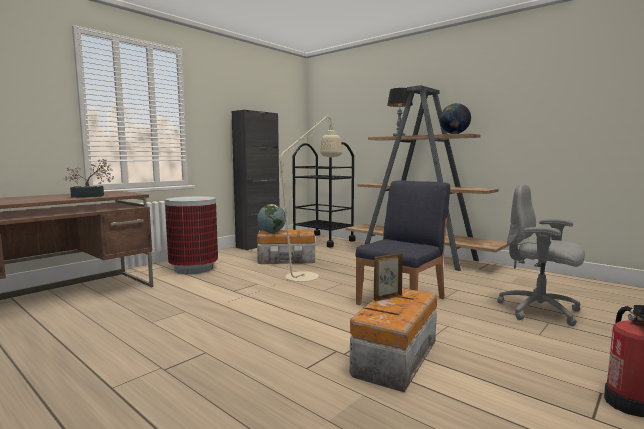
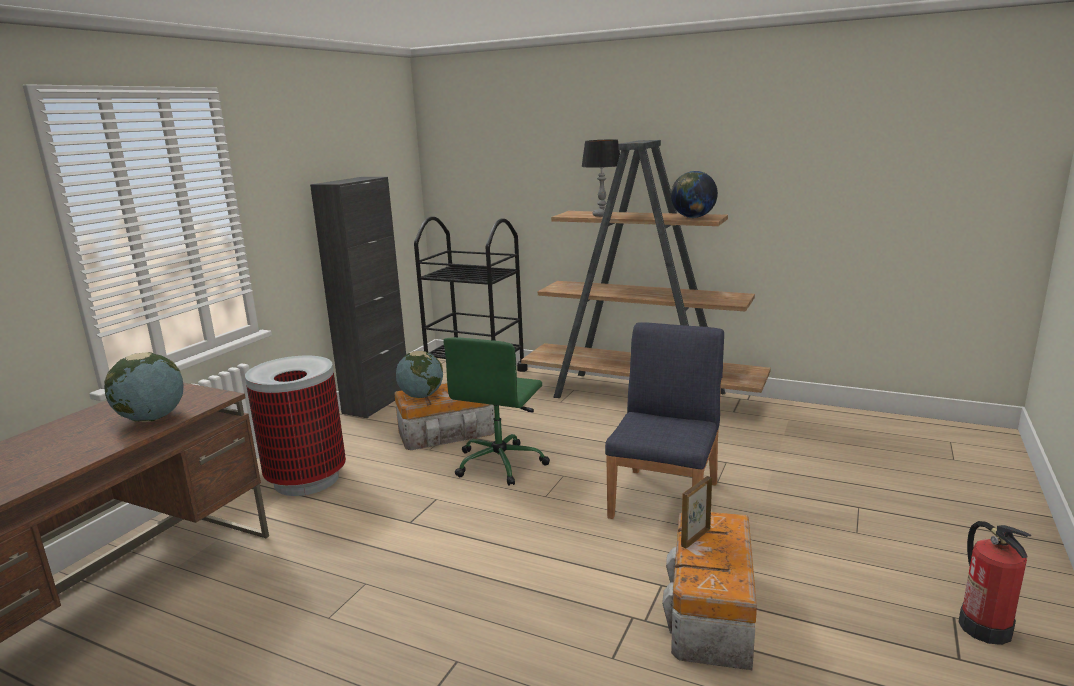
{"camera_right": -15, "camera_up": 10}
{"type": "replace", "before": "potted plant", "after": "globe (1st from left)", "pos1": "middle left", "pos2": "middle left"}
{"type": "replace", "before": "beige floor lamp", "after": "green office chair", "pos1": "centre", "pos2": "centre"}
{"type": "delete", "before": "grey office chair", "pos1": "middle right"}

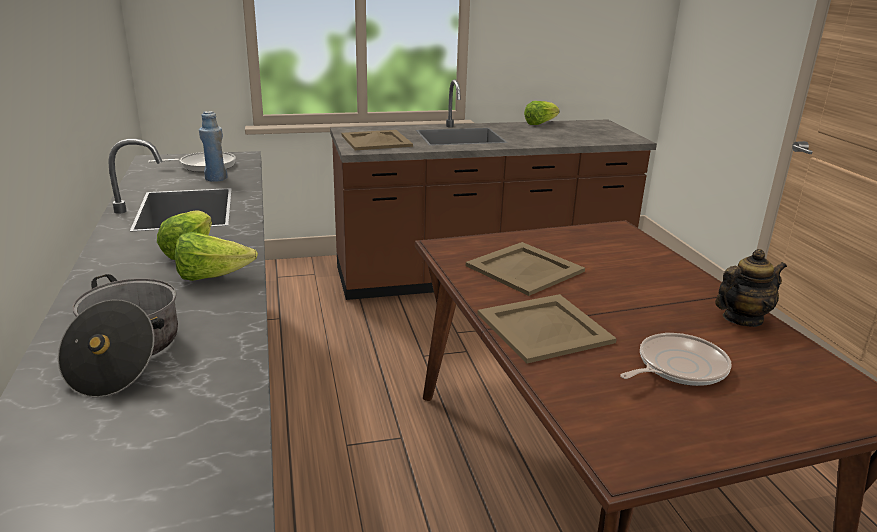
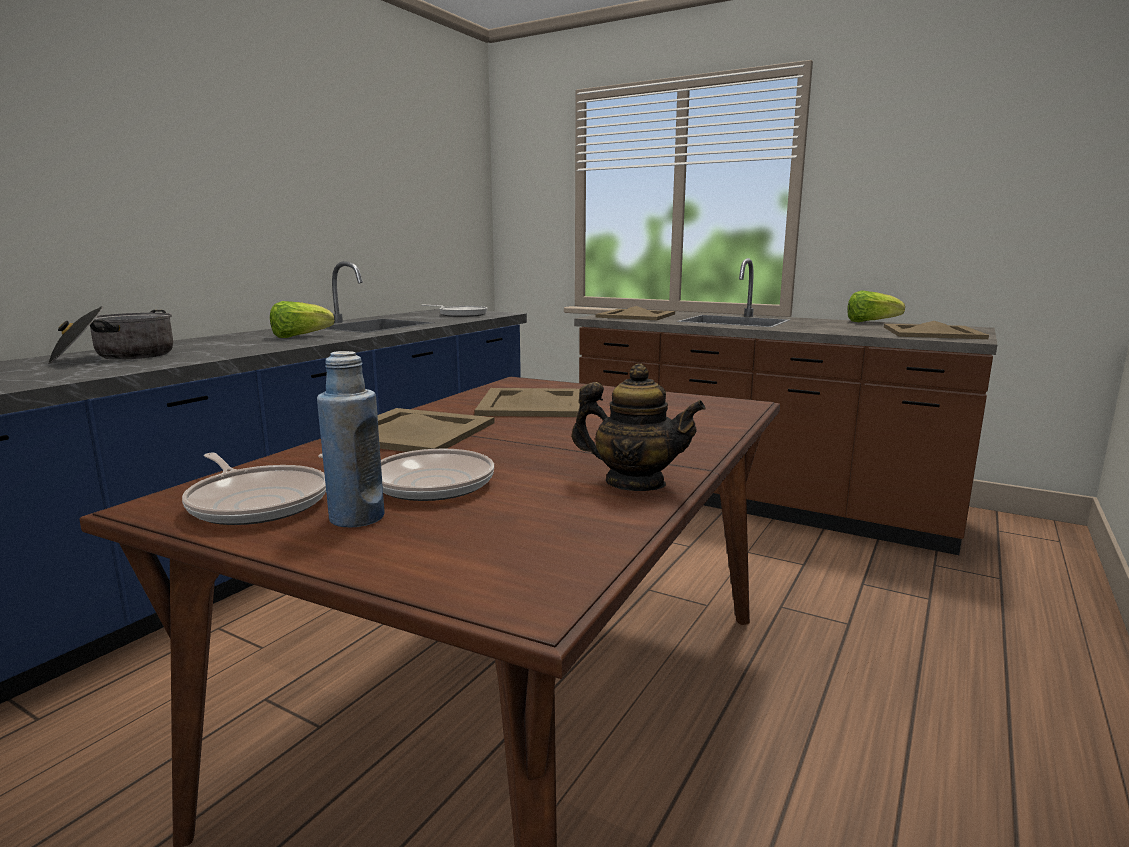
{"camera_right": 45, "camera_up": -10}
{"type": "delete", "before": "lettuce (2nd from left)", "pos1": "middle left"}
{"type": "move", "before": "blue bottle", "pos1": "top left", "pos2": "middle left"}
{"type": "insert", "after": "frying pan (1st from left)", "pos2": "middle left"}
{"type": "insert", "after": "beige tray (4th from left)", "pos2": "middle right"}

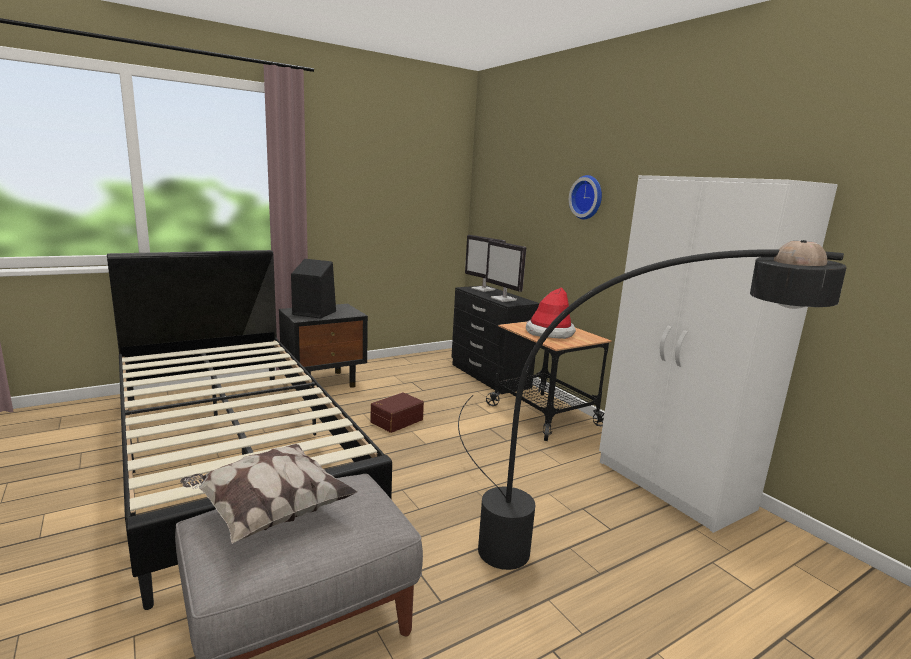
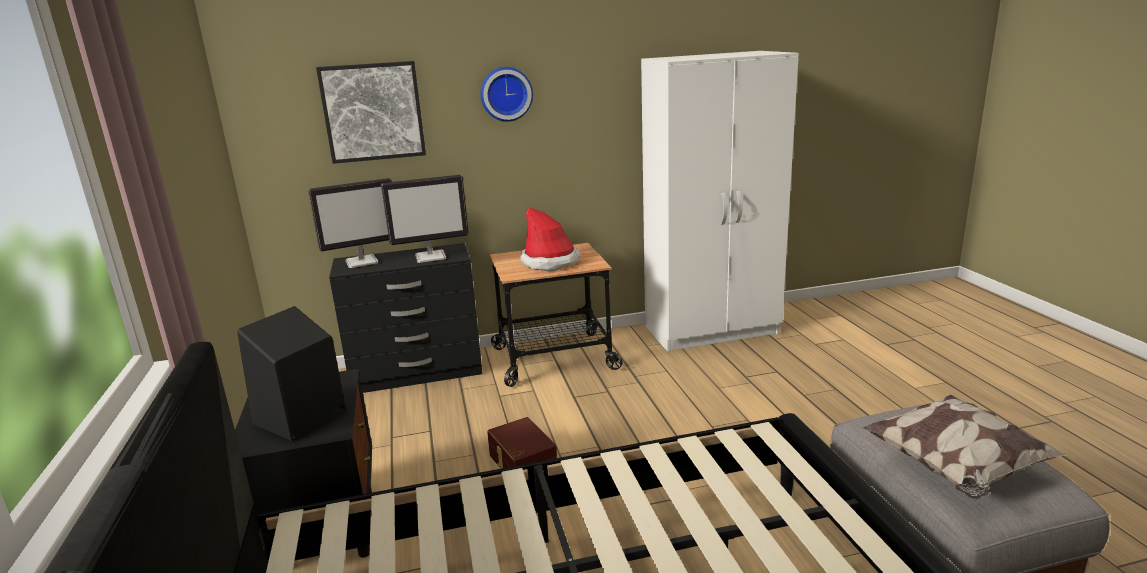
{"camera_right": -70, "camera_up": 5}
{"type": "delete", "before": "black floor lamp", "pos1": "middle right"}
{"type": "insert", "after": "picture", "pos2": "top left"}

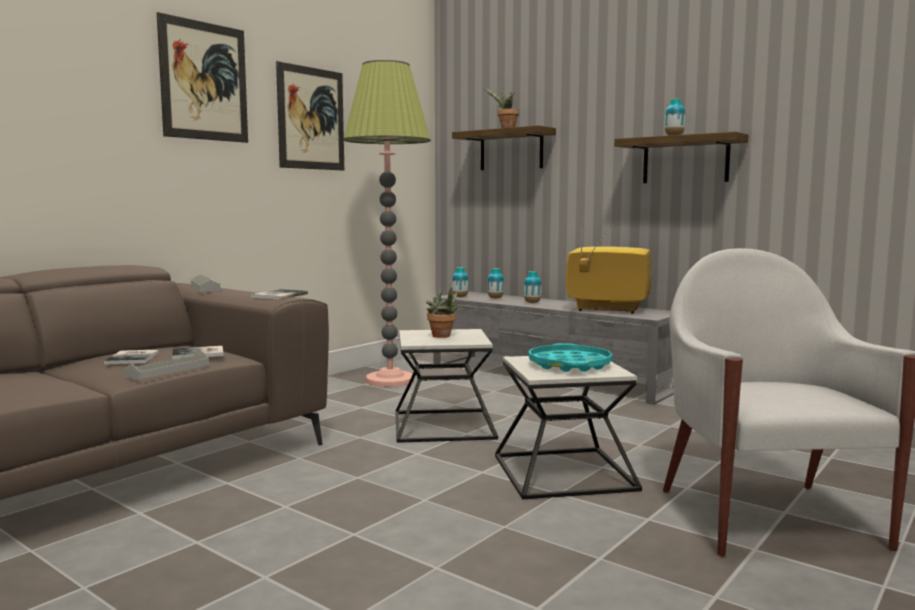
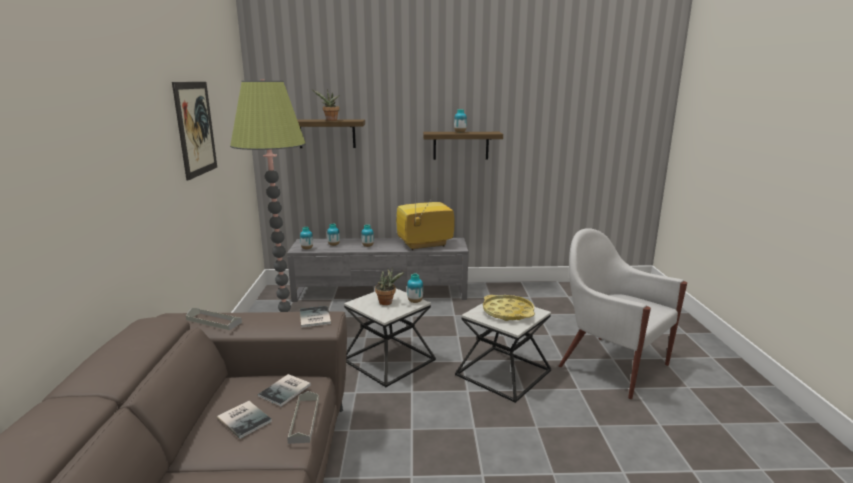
{"camera_right": -40, "camera_up": 10}
{"type": "delete", "before": "picture (1st from left)", "pos1": "top left"}
{"type": "recolor", "before": "turquoise tray", "after": "yellow tray", "pos1": "centre", "pos2": "centre"}
{"type": "insert", "after": "vase (4th from left)", "pos2": "centre"}

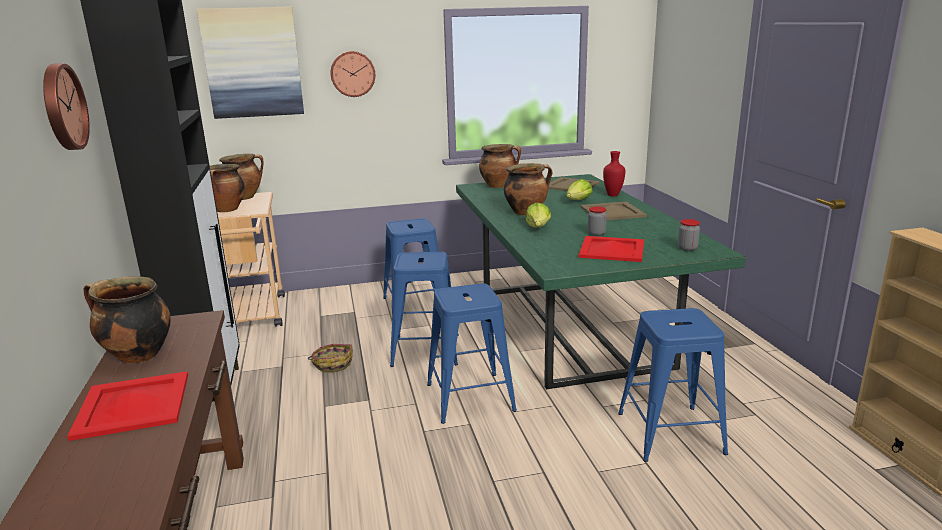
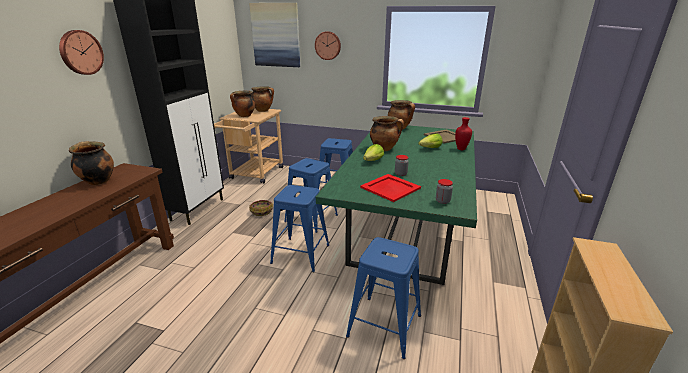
{"camera_right": 30, "camera_up": 5}
{"type": "delete", "before": "red tray (1st from left)", "pos1": "bottom left"}
{"type": "delete", "before": "beige tray (2nd from left)", "pos1": "centre"}

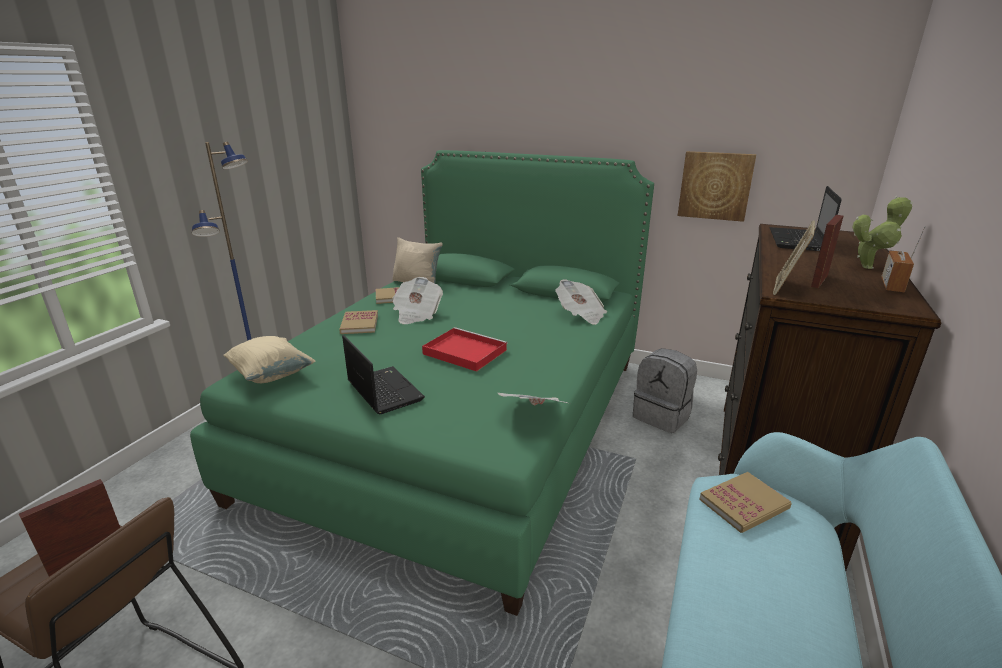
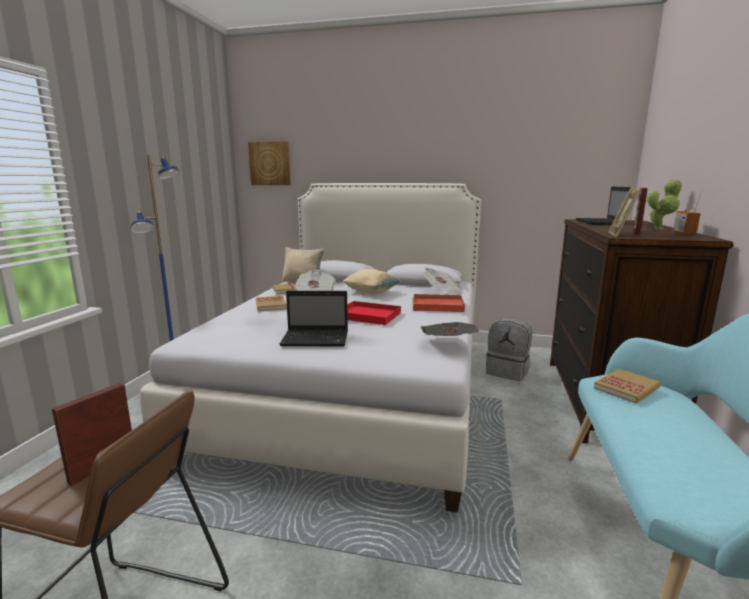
{"camera_right": -10, "camera_up": -10}
{"type": "recolor", "before": "green bed", "after": "white bed", "pos1": "centre", "pos2": "centre"}
{"type": "move", "before": "beige pillow (1st from left in the first image)", "after": "beige pillow (2nd from left)", "pos1": "middle left", "pos2": "centre"}
{"type": "rotate", "before": "laptop (1st from left)", "pos1": "centre", "pos2": "centre", "turn": 135}
{"type": "move", "before": "picture", "pos1": "top right", "pos2": "top centre"}
{"type": "insert", "after": "red tray (2nd from left)", "pos2": "centre"}

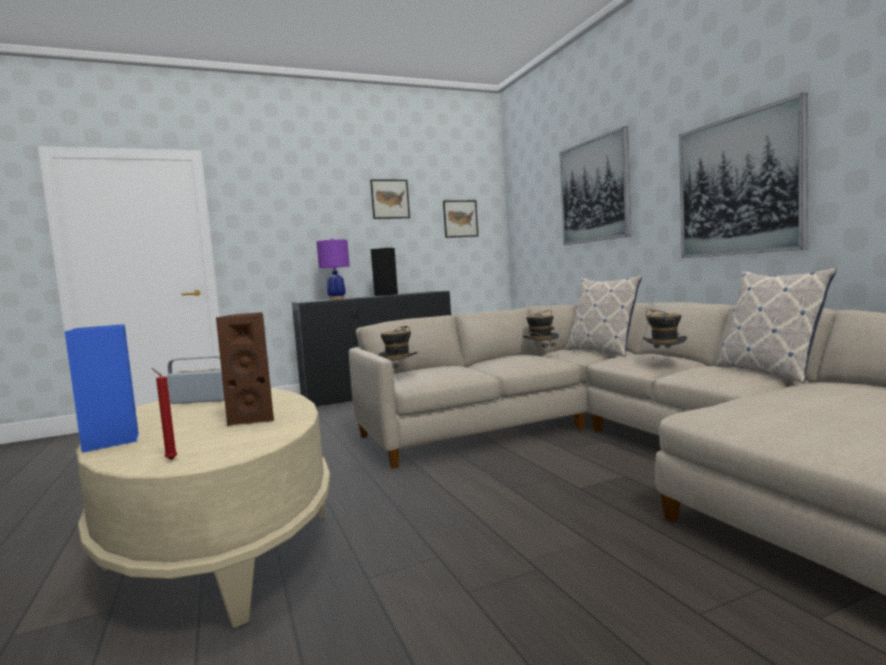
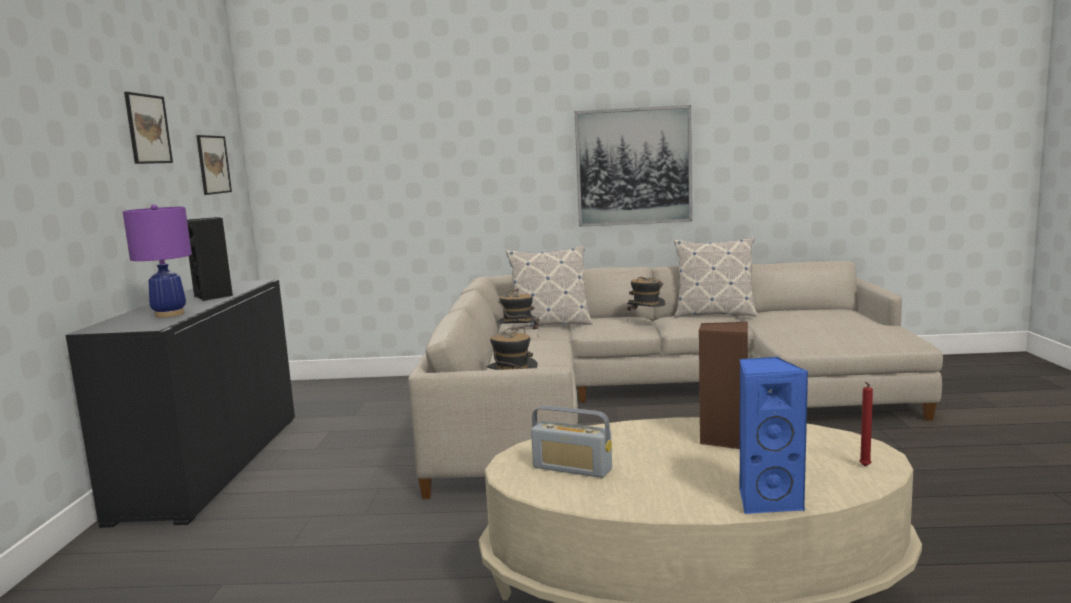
{"camera_right": -65, "camera_up": 5}
{"type": "rotate", "before": "radio", "pos1": "middle left", "pos2": "bottom centre", "turn": -90}
{"type": "delete", "before": "picture (3rd from left)", "pos1": "top right"}

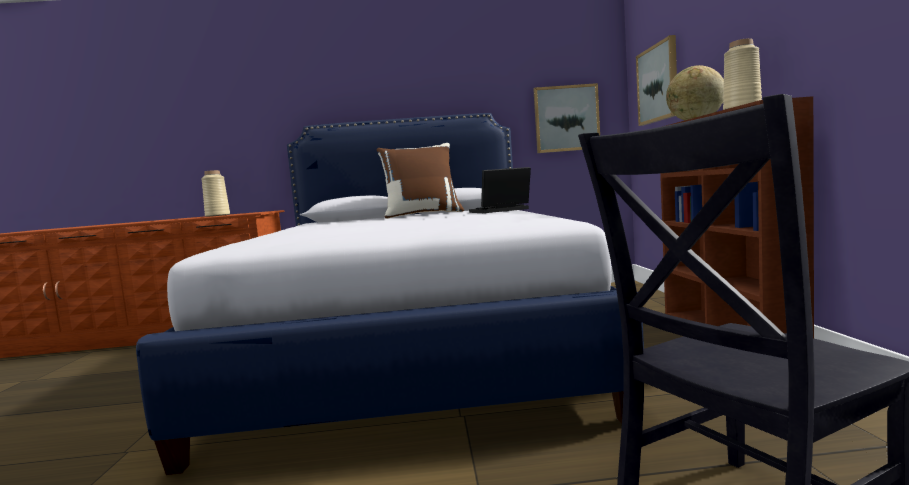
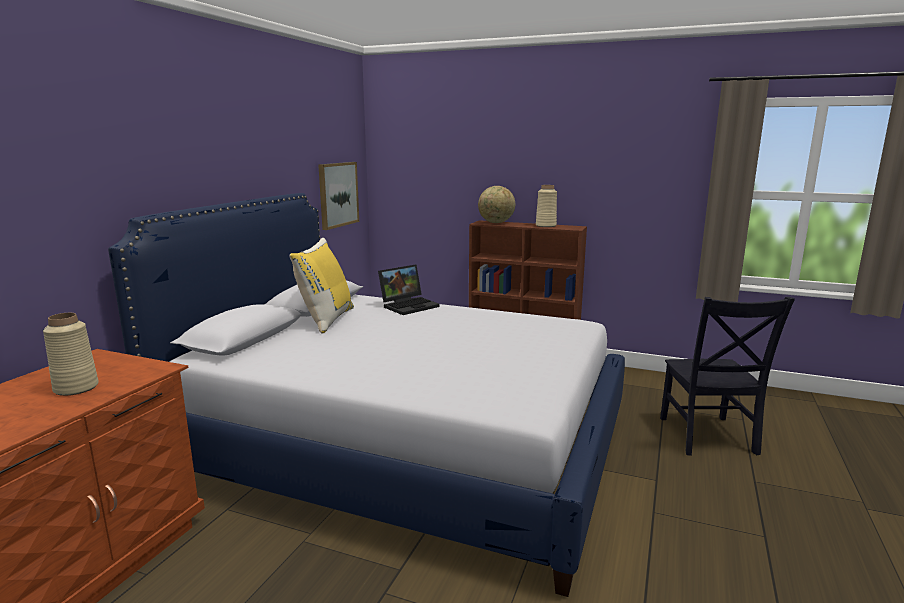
{"camera_right": -65, "camera_up": 10}
{"type": "recolor", "before": "brown pillow", "after": "yellow pillow", "pos1": "centre", "pos2": "centre"}
{"type": "rotate", "before": "laptop", "pos1": "centre", "pos2": "centre", "turn": -135}
{"type": "delete", "before": "picture (2nd from left)", "pos1": "top right"}

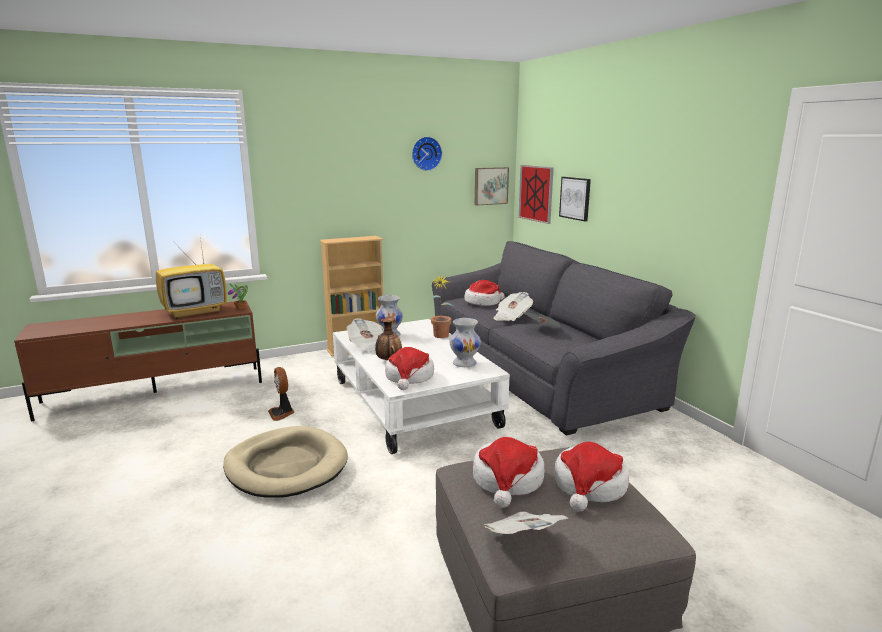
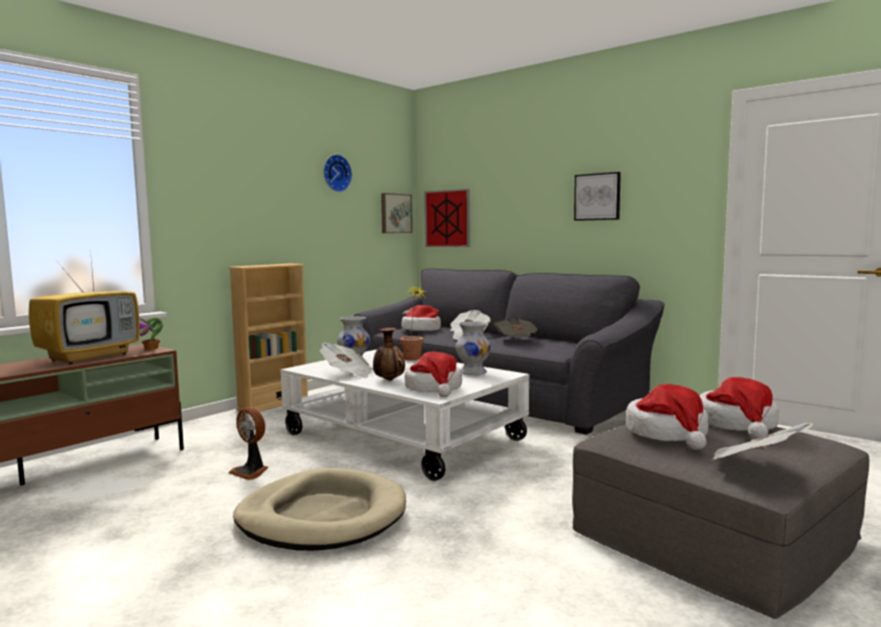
{"camera_right": -25, "camera_up": -10}
{"type": "move", "before": "picture (3rd from left)", "pos1": "top centre", "pos2": "top right"}

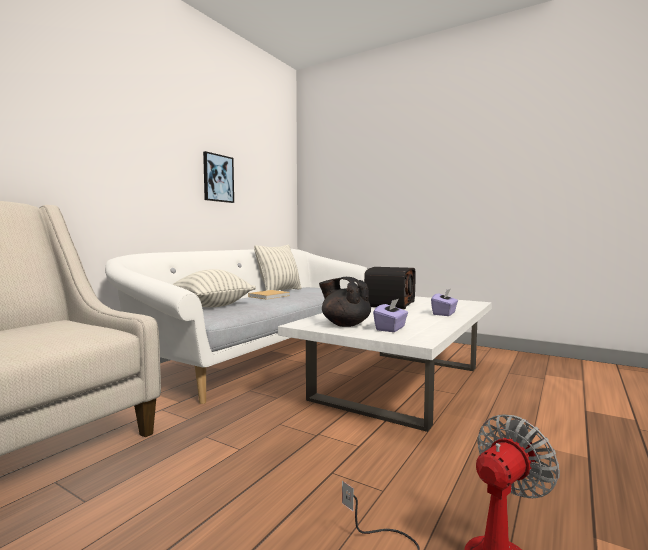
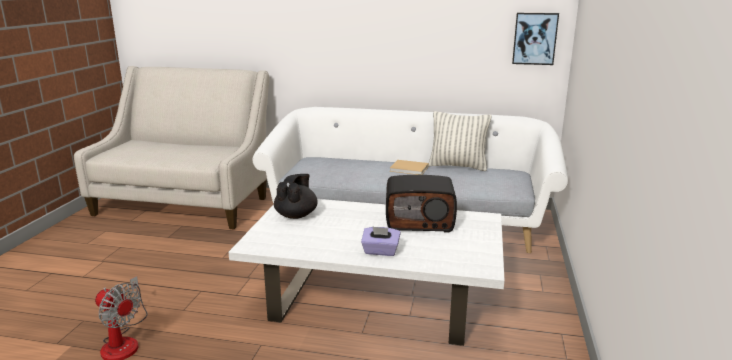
{"camera_right": 70, "camera_up": 15}
{"type": "delete", "before": "pillow (1st from left)", "pos1": "middle left"}
{"type": "move", "before": "picture", "pos1": "top centre", "pos2": "top right"}
{"type": "delete", "before": "purple tissue box (1st from left)", "pos1": "centre"}

